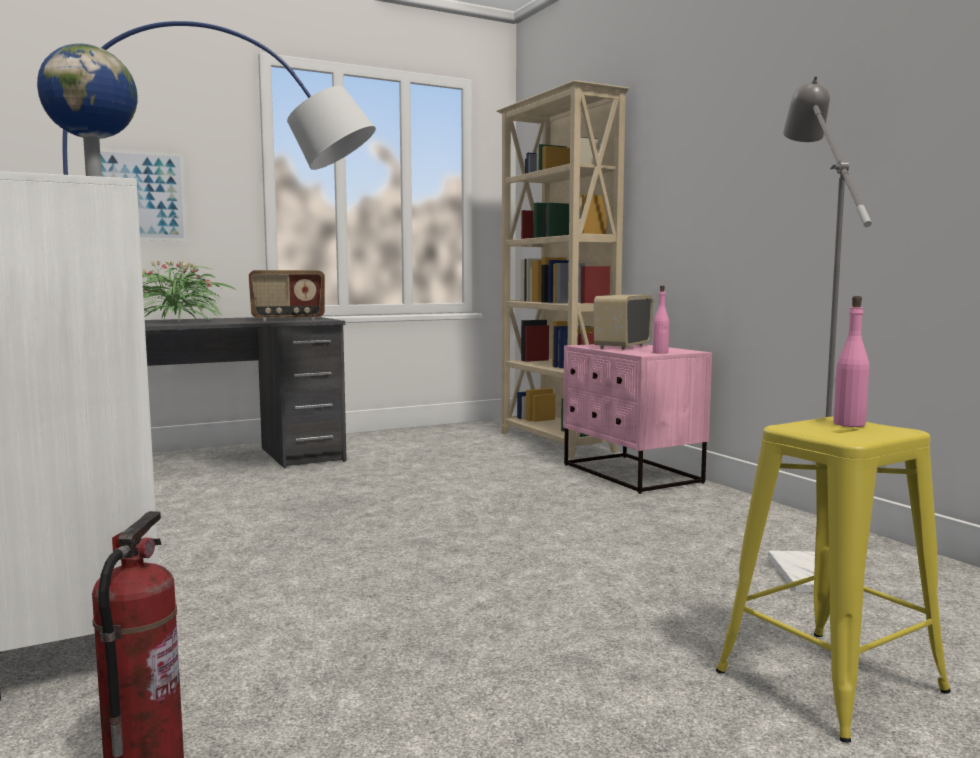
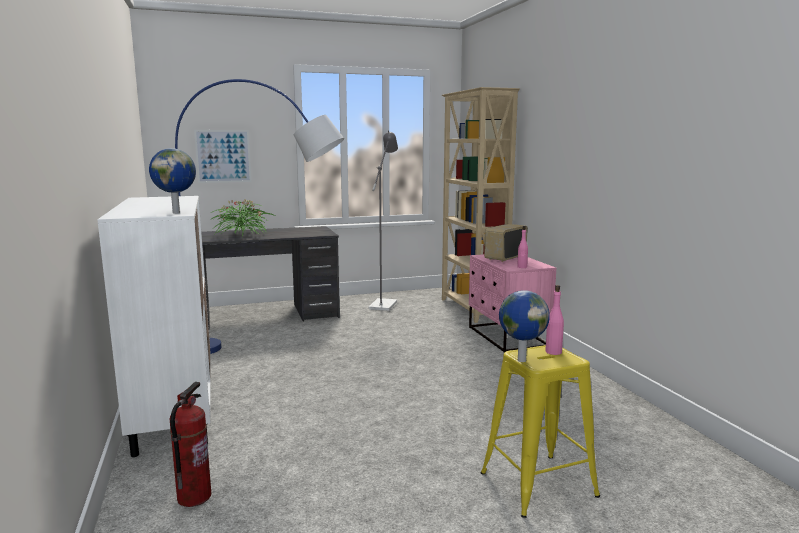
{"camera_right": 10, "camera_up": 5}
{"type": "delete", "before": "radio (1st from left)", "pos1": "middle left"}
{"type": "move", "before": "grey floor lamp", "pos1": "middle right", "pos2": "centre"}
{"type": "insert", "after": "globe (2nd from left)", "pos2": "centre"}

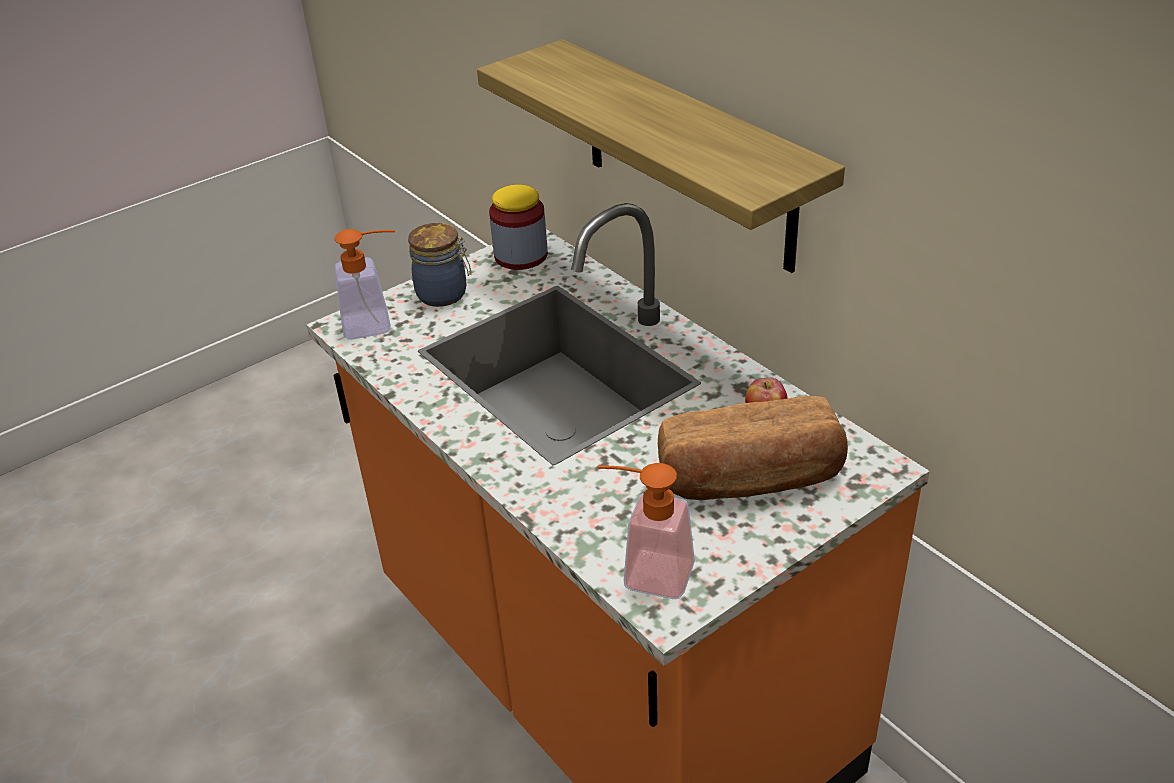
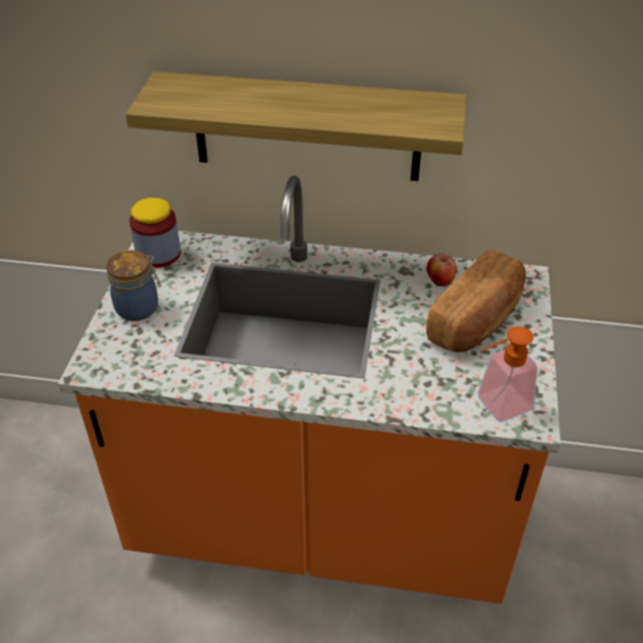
{"camera_right": -45, "camera_up": 5}
{"type": "delete", "before": "soap dispenser (1st from left)", "pos1": "middle left"}

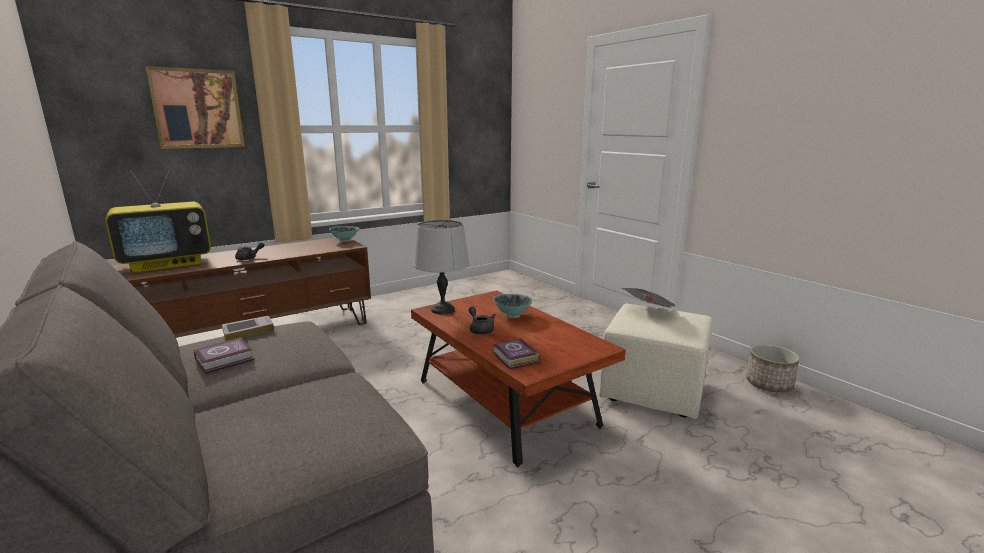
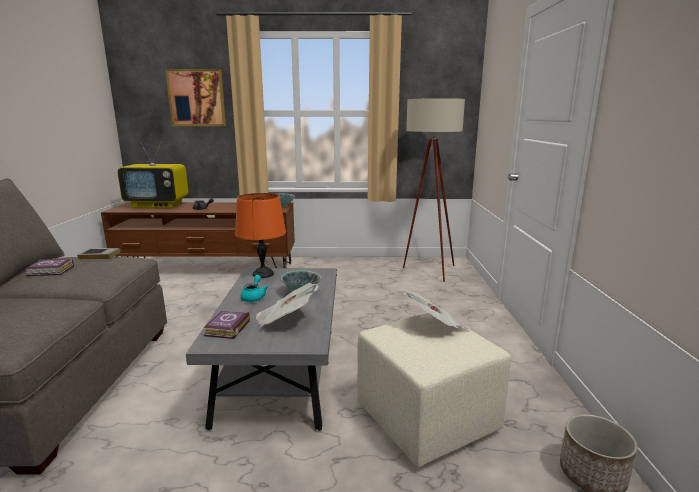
{"camera_right": 35, "camera_up": 0}
{"type": "recolor", "before": "brown coffee table", "after": "grey coffee table", "pos1": "bottom centre", "pos2": "bottom centre"}
{"type": "recolor", "before": "grey table lamp", "after": "orange table lamp", "pos1": "centre", "pos2": "centre"}
{"type": "recolor", "before": "grey teapot (2nd from left)", "after": "turquoise teapot", "pos1": "centre", "pos2": "centre"}
{"type": "insert", "after": "newspaper (1st from left)", "pos2": "centre"}
{"type": "insert", "after": "beige floor lamp", "pos2": "centre"}

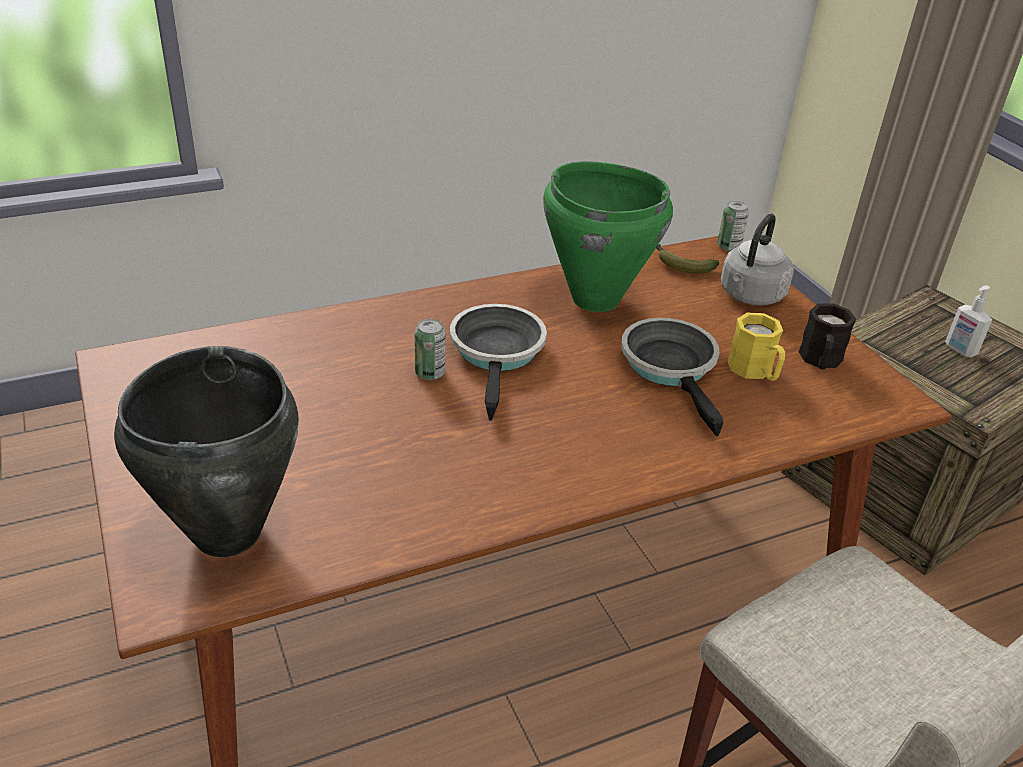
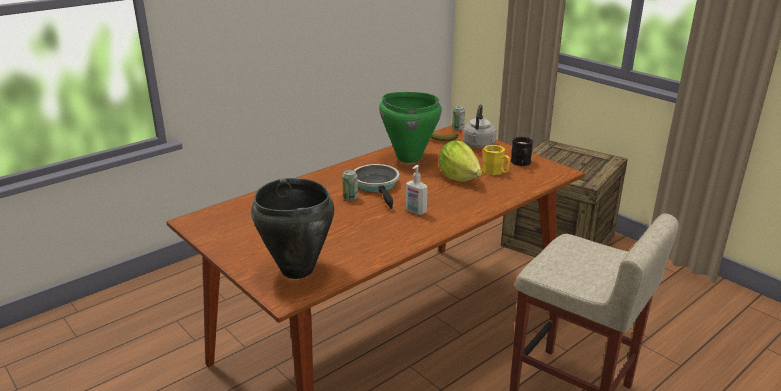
{"camera_right": -15, "camera_up": -10}
{"type": "replace", "before": "frying pan (2nd from left)", "after": "lettuce", "pos1": "centre", "pos2": "centre"}
{"type": "move", "before": "soap dispenser", "pos1": "middle right", "pos2": "centre"}

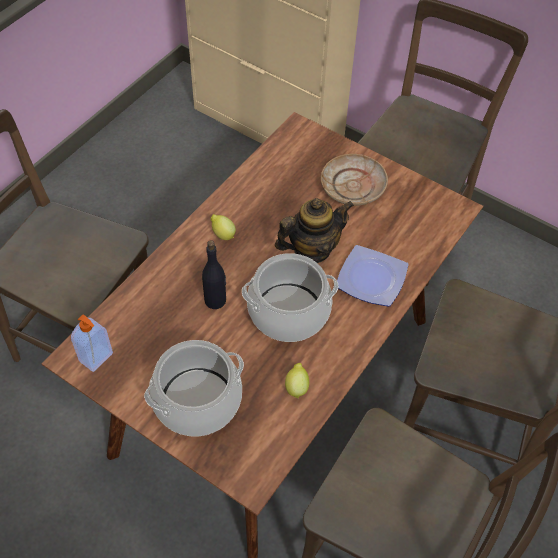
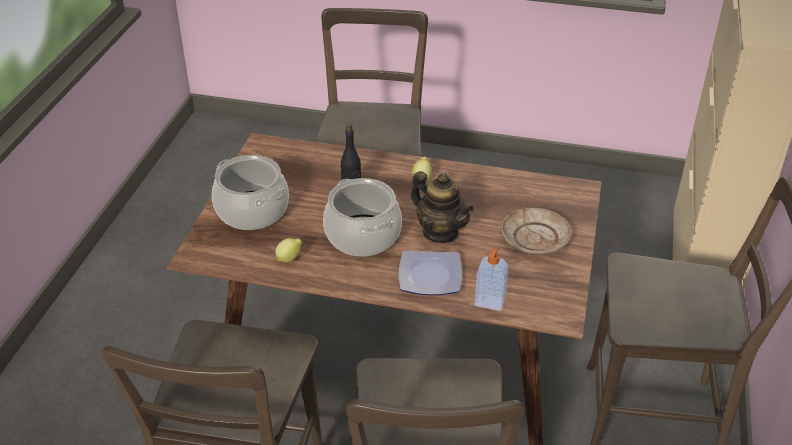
{"camera_right": 70, "camera_up": -15}
{"type": "move", "before": "soap dispenser", "pos1": "middle left", "pos2": "centre"}

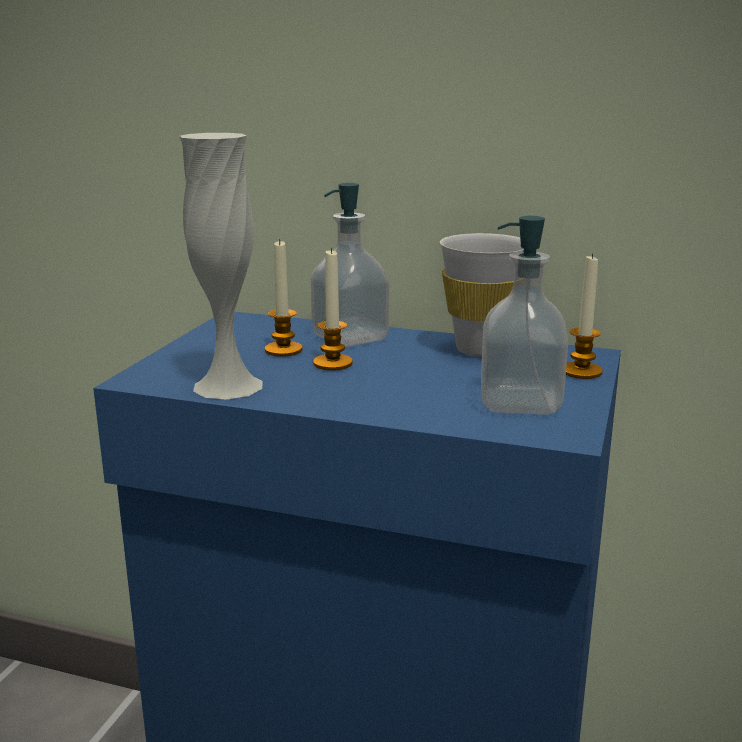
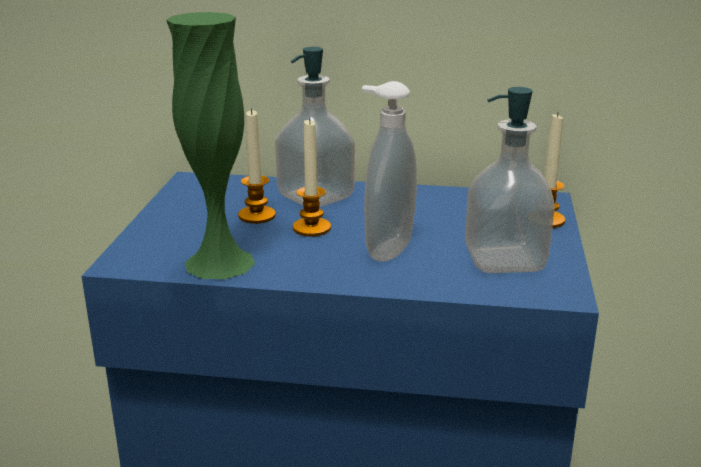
{"camera_right": -10, "camera_up": 5}
{"type": "recolor", "before": "white vase", "after": "green vase", "pos1": "middle left", "pos2": "top left"}
{"type": "delete", "before": "white cup", "pos1": "centre"}
{"type": "insert", "after": "soap dispenser (2nd from left)", "pos2": "centre"}

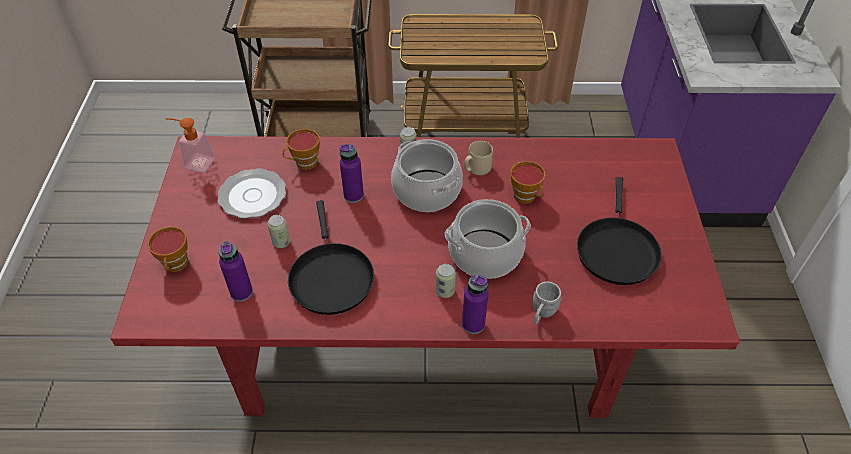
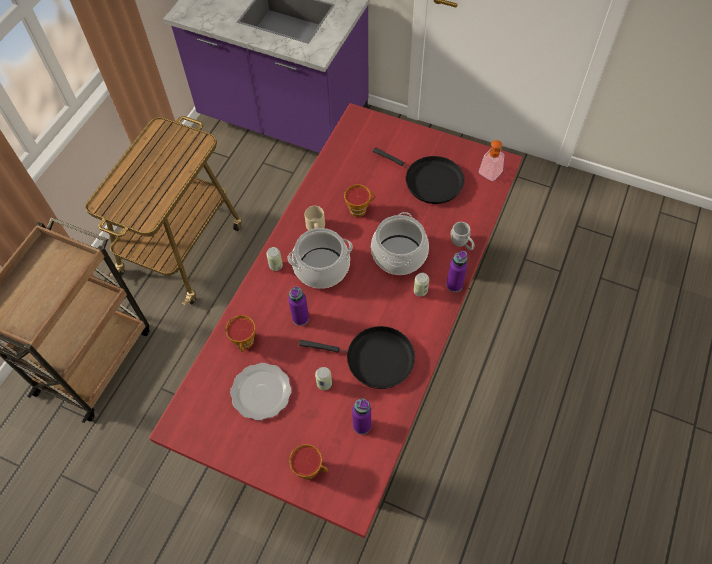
{"camera_right": -65, "camera_up": 10}
{"type": "move", "before": "soap dispenser", "pos1": "top left", "pos2": "top right"}

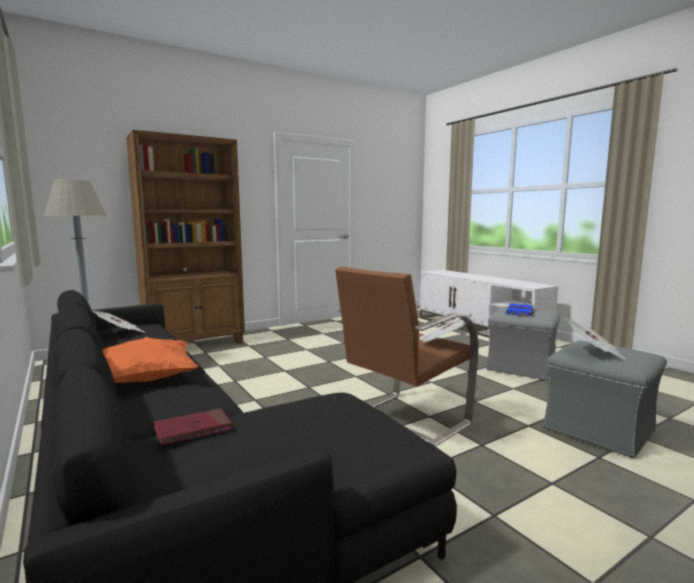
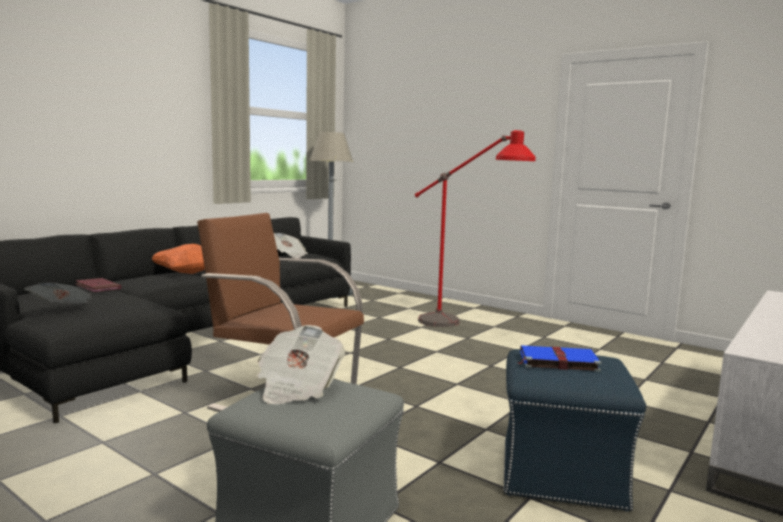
{"camera_right": 70, "camera_up": 0}
{"type": "delete", "before": "brown bookcase", "pos1": "middle left"}
{"type": "move", "before": "newspaper (2nd from left in the first image)", "after": "newspaper (1st from left)", "pos1": "centre", "pos2": "middle left"}
{"type": "recolor", "before": "grey ottoman (1st from left)", "after": "blue ottoman", "pos1": "middle right", "pos2": "bottom right"}
{"type": "insert", "after": "red floor lamp", "pos2": "centre"}

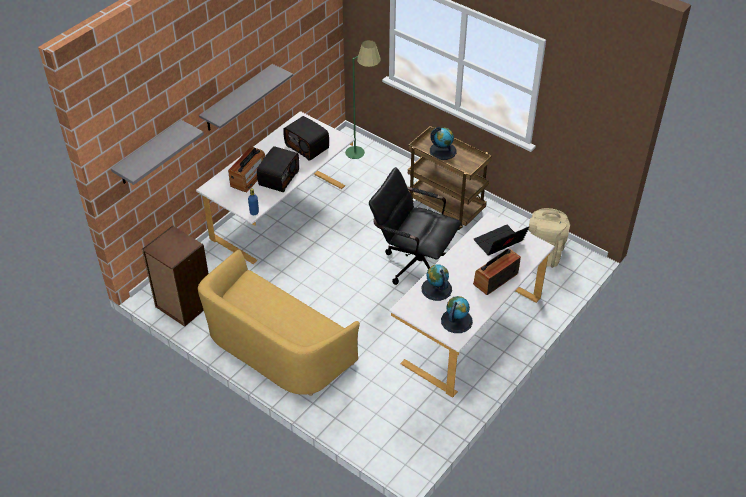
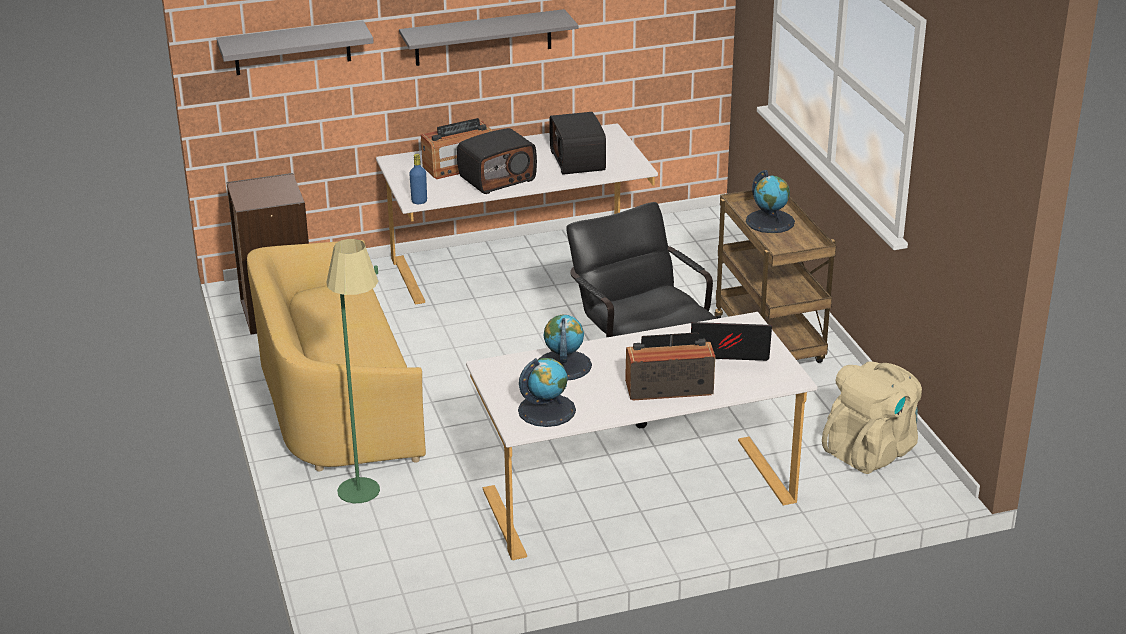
{"camera_right": 35, "camera_up": -15}
{"type": "move", "before": "green floor lamp", "pos1": "top centre", "pos2": "middle left"}

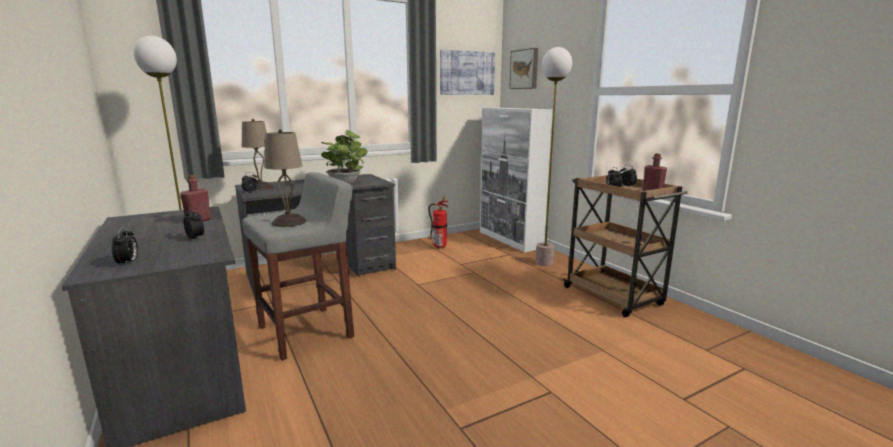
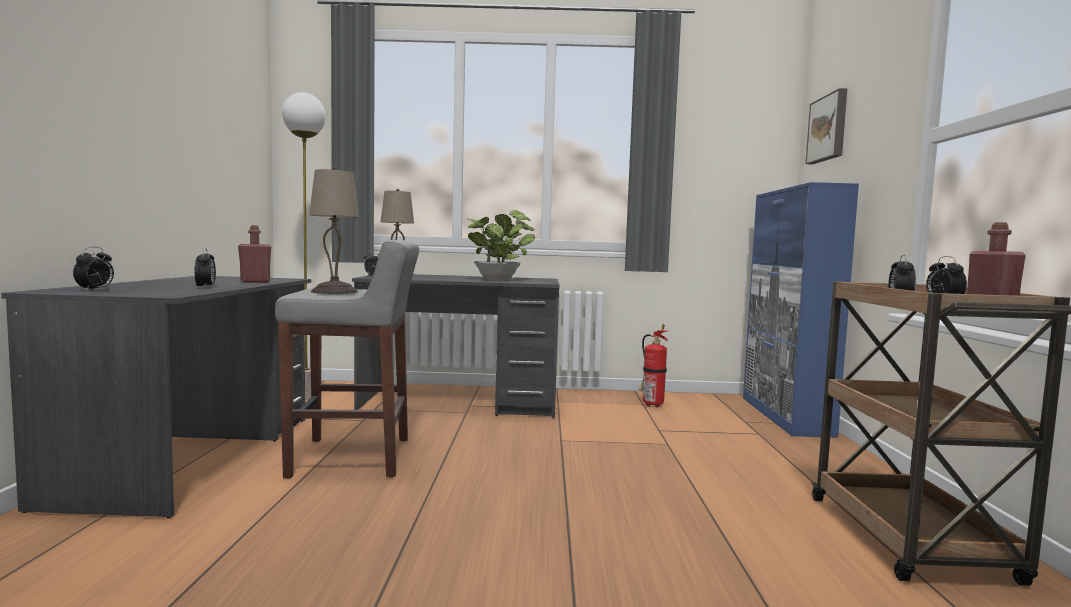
{"camera_right": 30, "camera_up": -10}
{"type": "delete", "before": "picture (1st from left)", "pos1": "top centre"}
{"type": "recolor", "before": "white cabinet", "after": "blue cabinet", "pos1": "centre", "pos2": "middle right"}
{"type": "delete", "before": "floor lamp (2nd from left)", "pos1": "centre"}

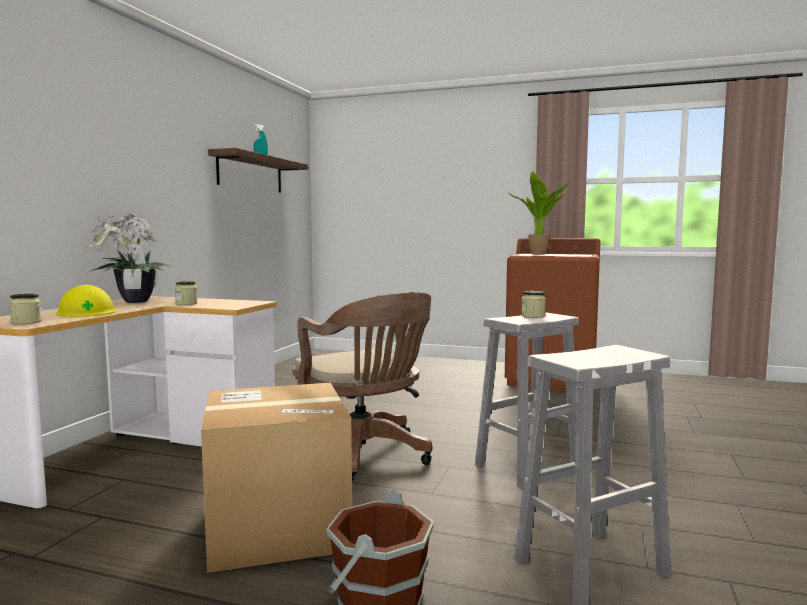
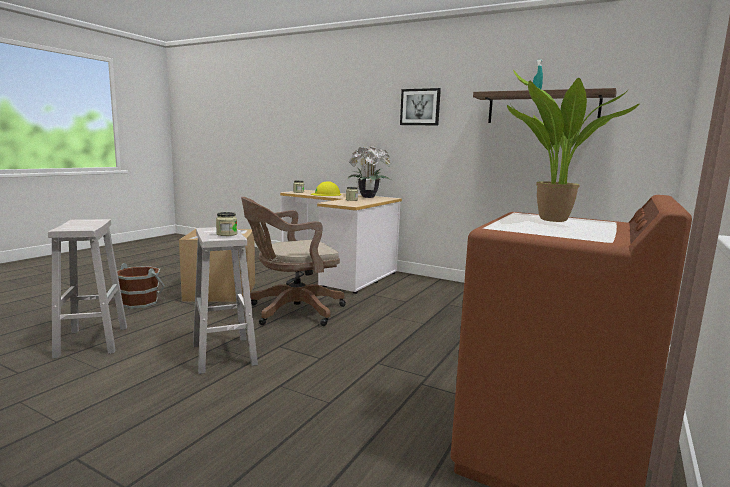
{"camera_right": 100, "camera_up": 5}
{"type": "insert", "after": "picture", "pos2": "top centre"}

